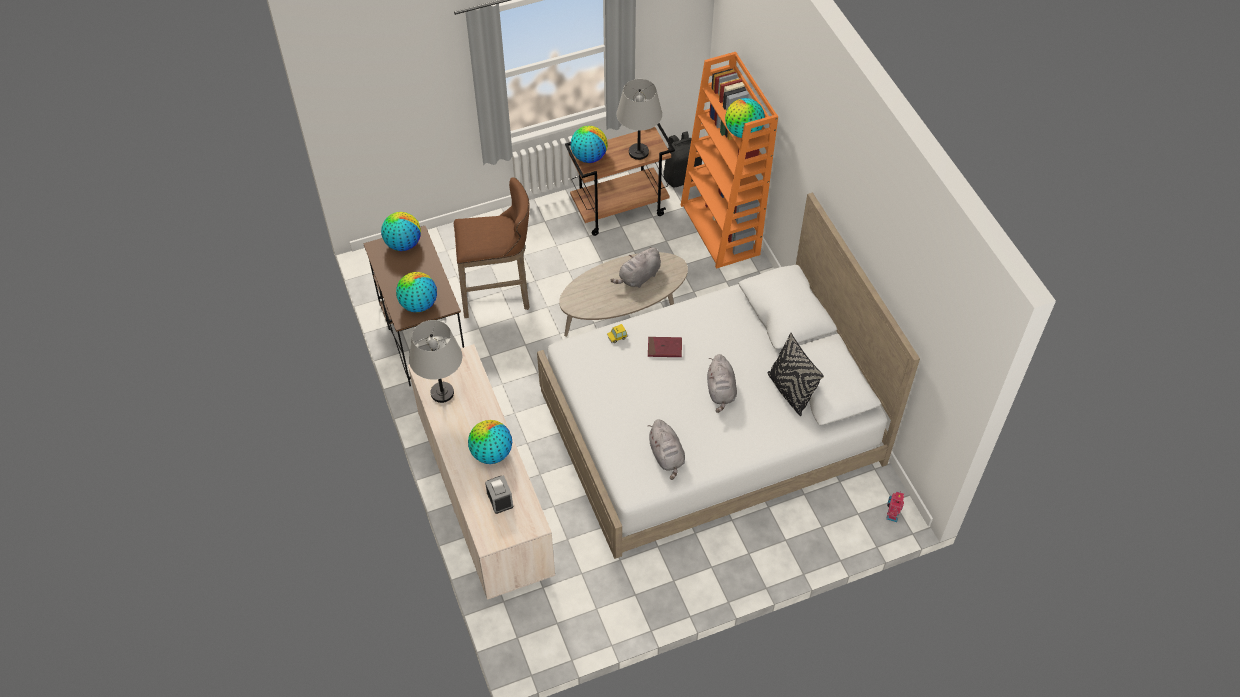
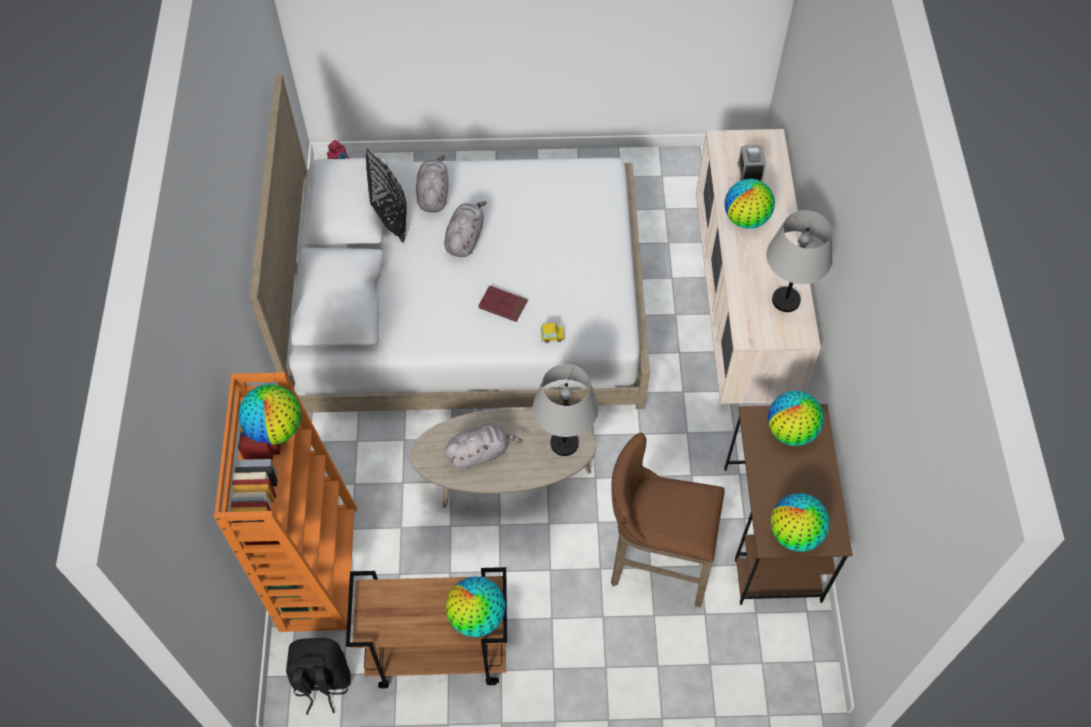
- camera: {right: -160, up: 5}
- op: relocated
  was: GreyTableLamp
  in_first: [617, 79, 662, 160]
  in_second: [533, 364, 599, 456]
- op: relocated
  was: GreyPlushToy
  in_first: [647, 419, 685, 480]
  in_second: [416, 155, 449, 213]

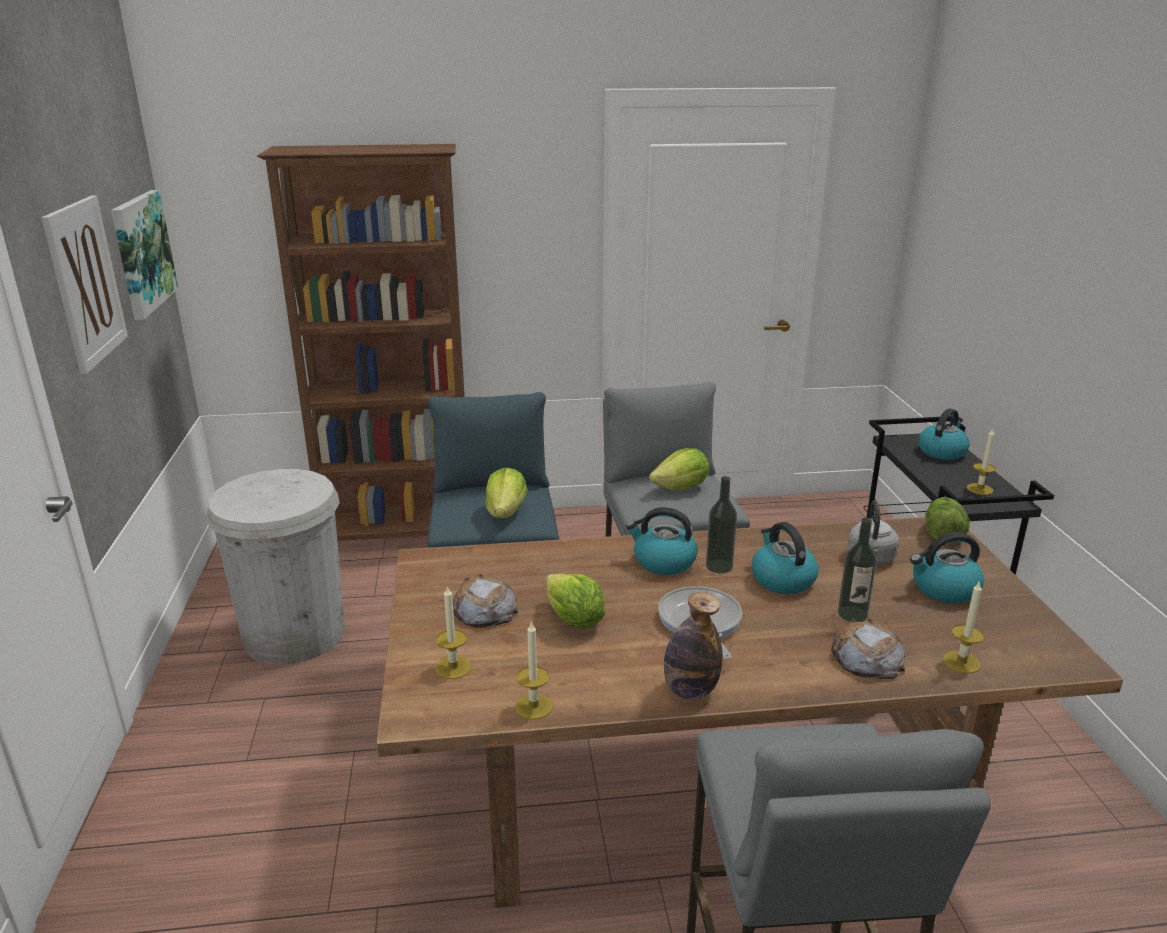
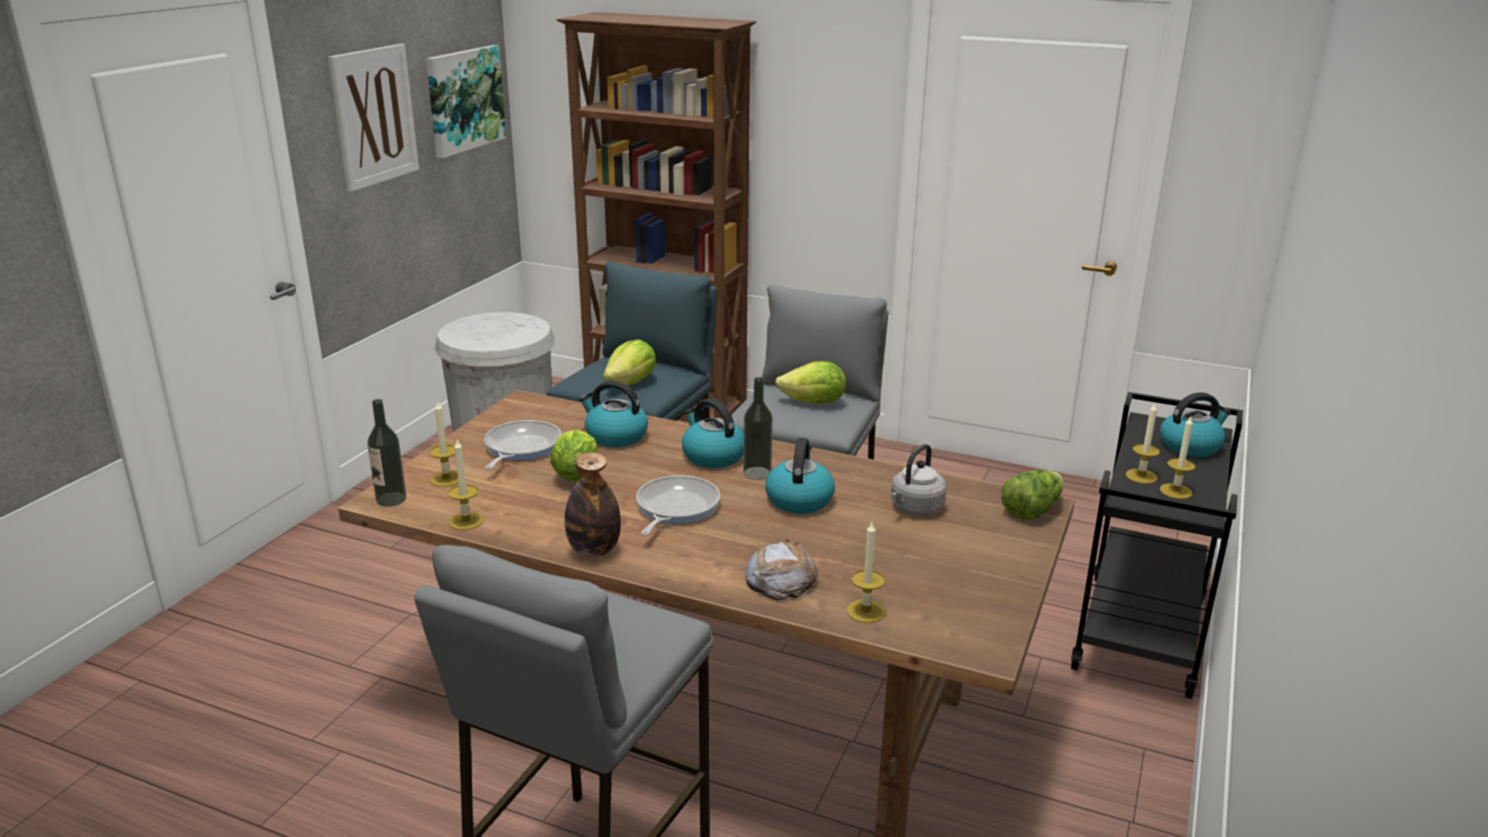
- camera: {right: 30, up: 0}
- op: relocated
  was: Bottle
  in_first: [838, 518, 877, 622]
  in_second: [367, 399, 406, 507]
- op: relocated
  was: Kettle
  in_first: [910, 532, 984, 603]
  in_second: [579, 380, 648, 447]
- op: exchanged
  was: Bread
  now: FryingPan
  in_first: [453, 574, 518, 628]
  in_second: [484, 420, 562, 470]
- op: appeared
  now: Candle
  in_second: [1126, 403, 1160, 484]

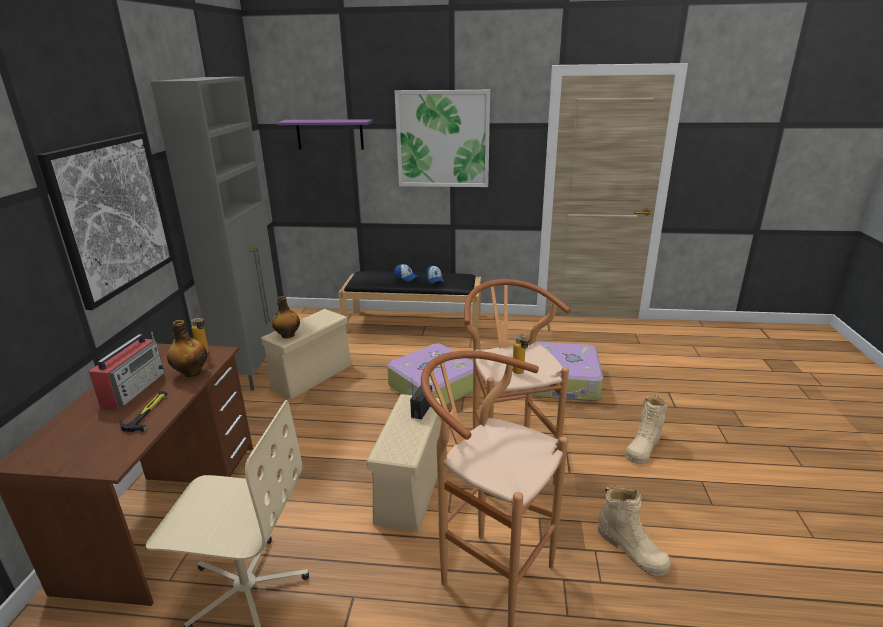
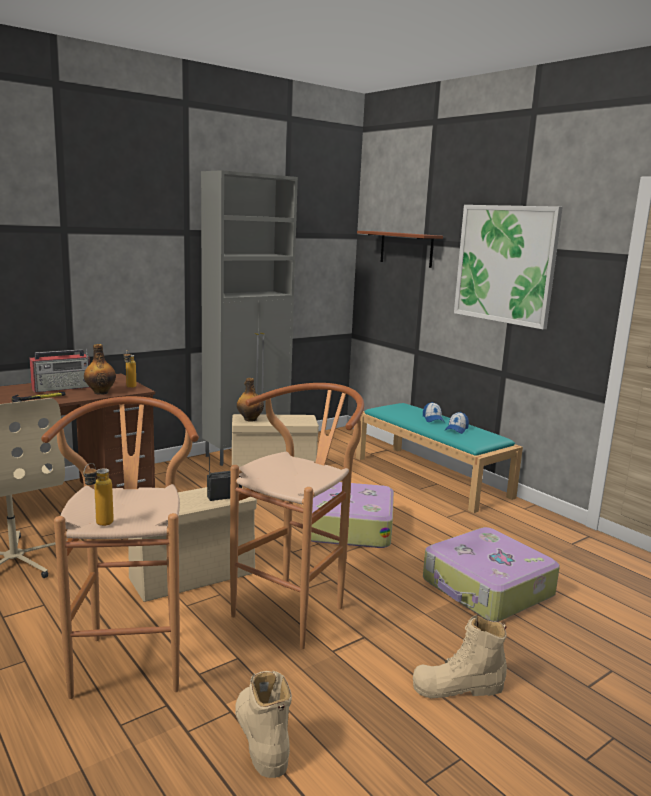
- camera: {right: 45, up: -10}
- op: colour
  was: PurpleShelf
  now: BrownShelf
  in_first: [277, 119, 373, 150]
  in_second: [357, 231, 443, 268]
- op: missing
  was: Picture
  in_first: [37, 133, 174, 310]
- op: colour
  was: BlackBench
  now: TurquoiseBench
  in_first: [338, 271, 481, 333]
  in_second: [356, 403, 523, 513]
- op: relocated
  was: Bottle
  in_first: [512, 333, 529, 374]
  in_second: [83, 463, 114, 526]
- op: spun
  was: BeigeBoot
  in_first: [598, 486, 671, 577]
  in_second: [235, 671, 292, 778]
  clockwise: 150

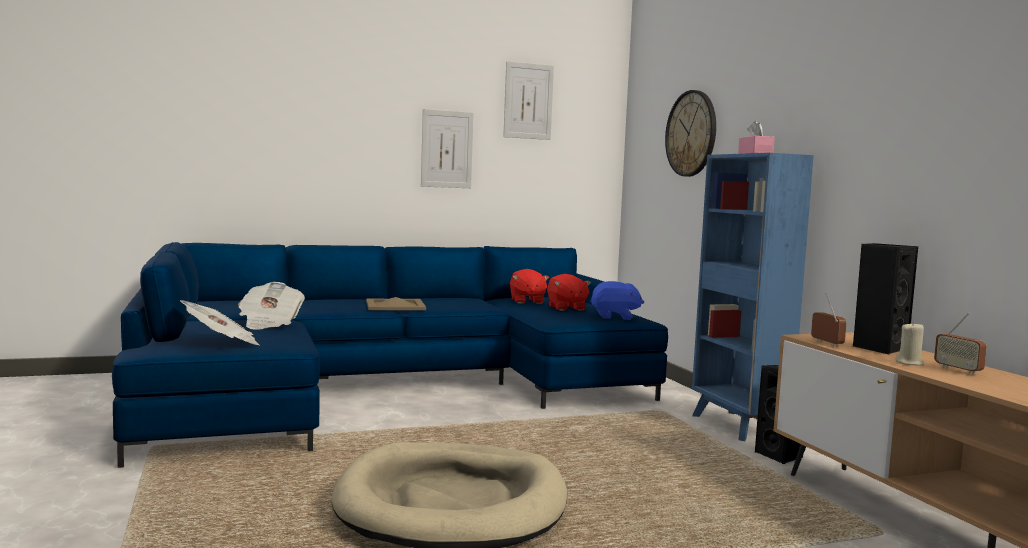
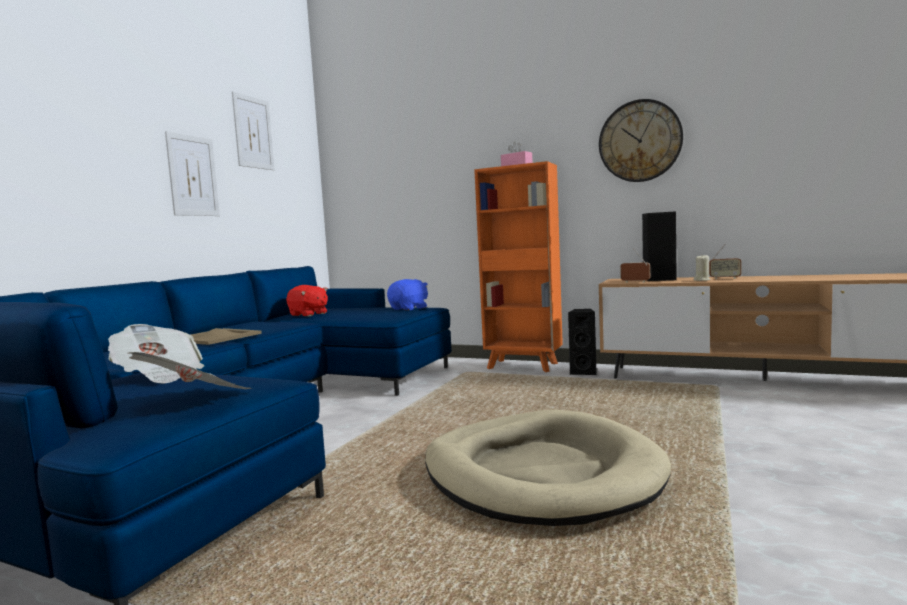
- camera: {right: -45, up: 0}
- op: relocated
  was: WallClock
  in_first: [665, 90, 716, 177]
  in_second: [599, 99, 683, 182]
- op: colour
  was: BlueBookcase
  now: OrangeBookcase
  in_first: [692, 153, 814, 441]
  in_second: [474, 161, 563, 372]
- op: missing
  was: RedPlushToy
  in_first: [547, 274, 591, 311]

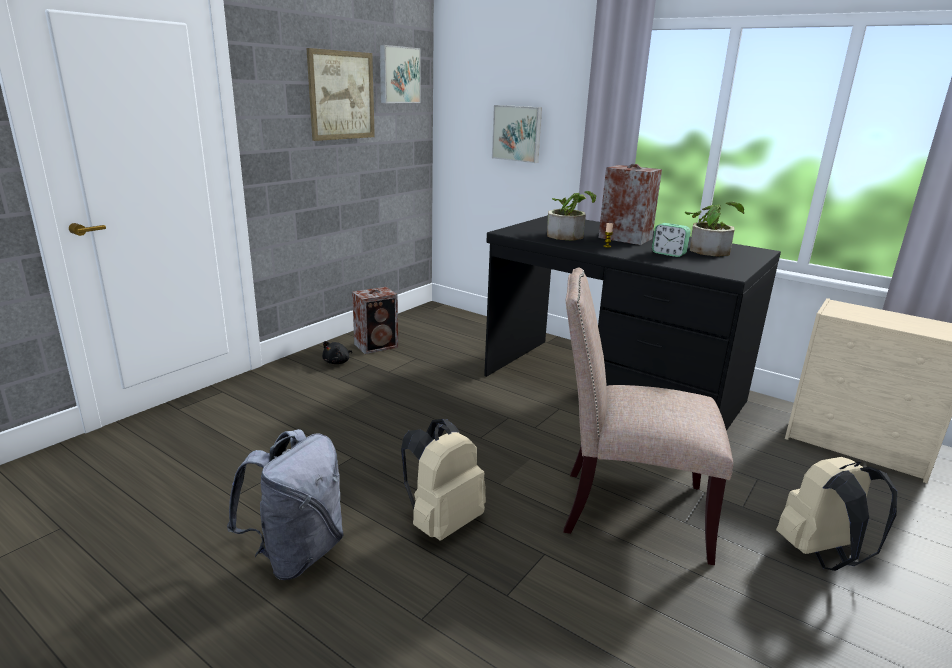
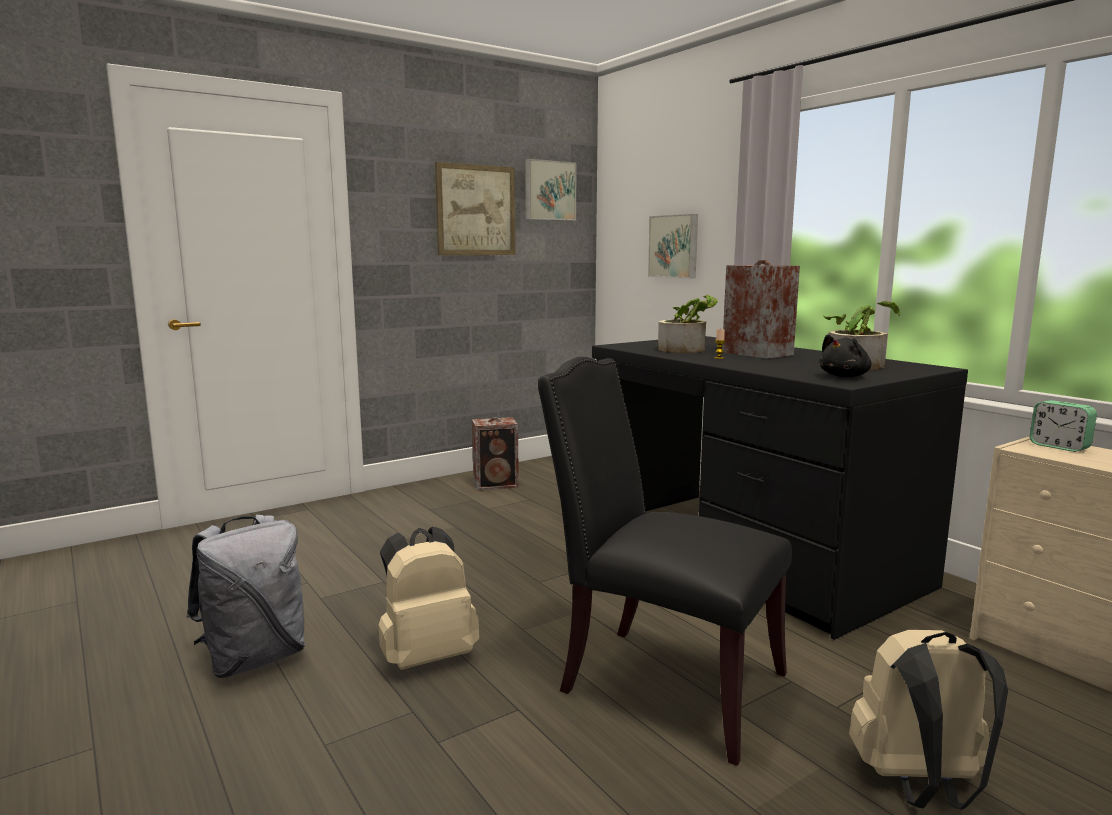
- camera: {right: 20, up: -10}
- op: relocated
  was: AlarmClock
  in_first: [652, 223, 691, 257]
  in_second: [1030, 400, 1097, 452]
- op: colour
  was: BeigeChair
  now: BlackChair
  in_first: [563, 268, 733, 565]
  in_second: [538, 357, 792, 766]
- op: relocated
  was: BlackPlushToy
  in_first: [322, 341, 352, 364]
  in_second: [819, 334, 872, 377]

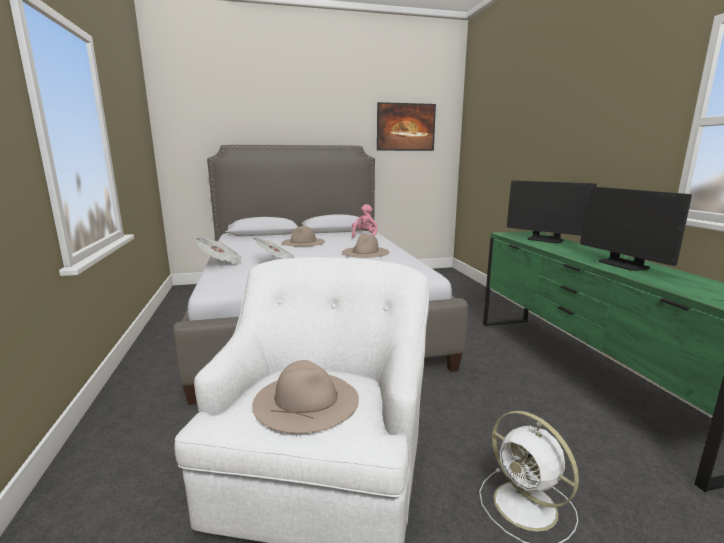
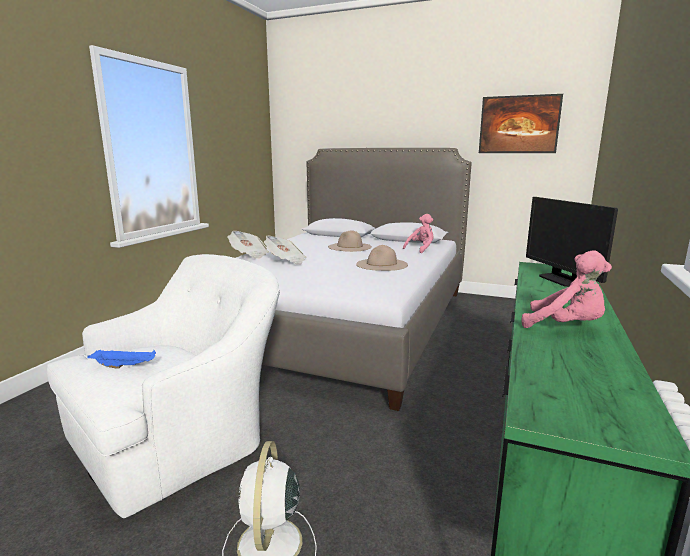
- camera: {right: 35, up: 0}
- op: exchanged
  was: Monitor
  now: PinkPlushToy
  in_first: [580, 186, 692, 271]
  in_second: [522, 250, 612, 328]
- op: exchanged
  was: BeigeHat
  now: BlueTray
  in_first: [252, 360, 359, 433]
  in_second: [87, 349, 156, 369]

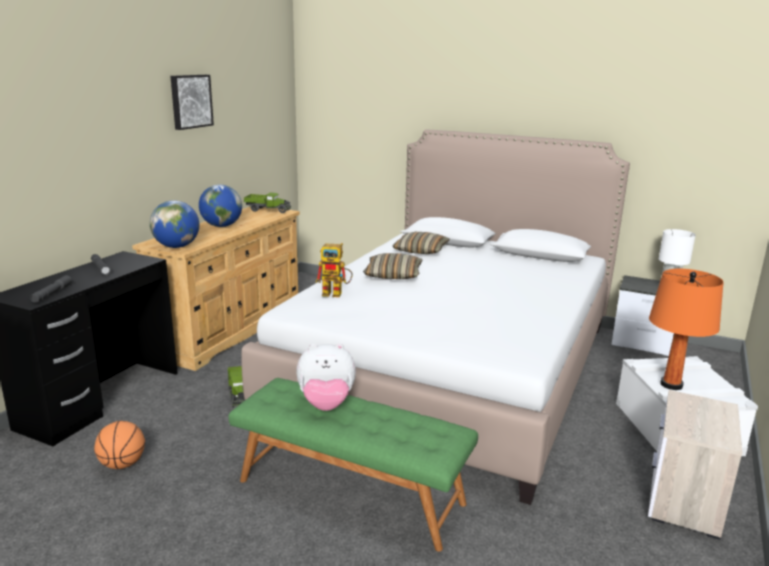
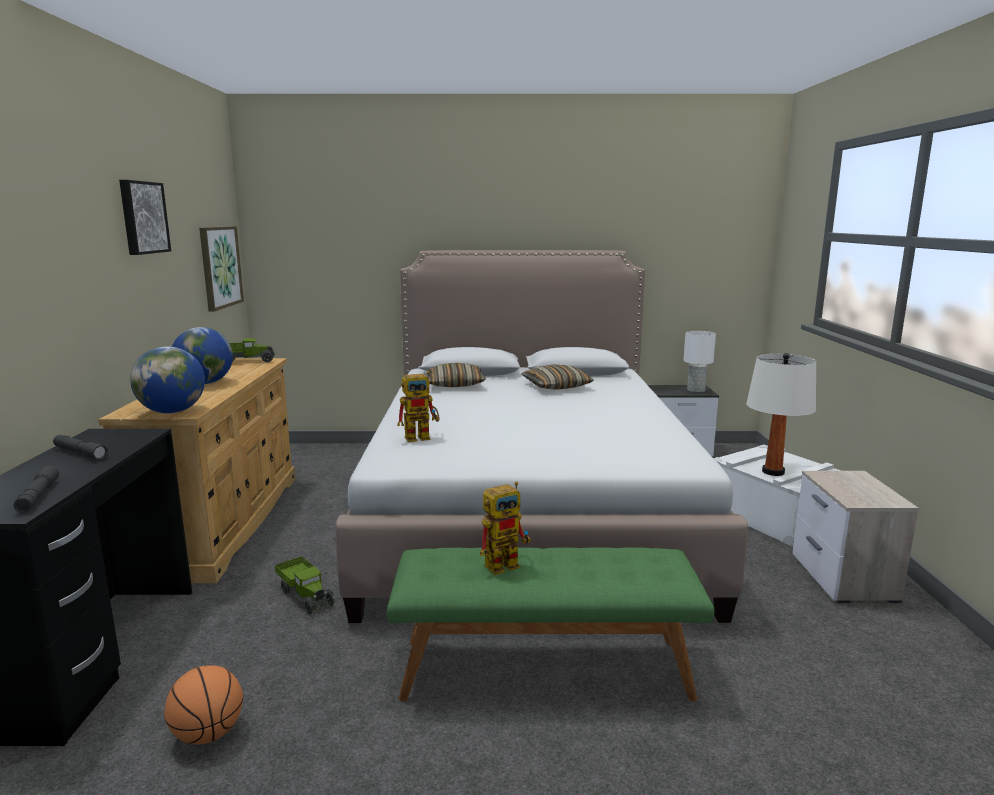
- camera: {right: -25, up: -5}
- op: relocated
  was: Pillow
  in_first: [363, 253, 423, 279]
  in_second: [521, 365, 594, 390]
- op: colour
  was: OrangeTableLamp
  now: WhiteTableLamp
  in_first: [649, 269, 724, 390]
  in_second: [746, 353, 816, 476]
- op: exchanged
  was: PlushToy
  now: ToyRobot
  in_first: [296, 343, 356, 411]
  in_second: [480, 482, 531, 575]
- op: appeared
  now: Picture
  in_second: [199, 226, 244, 311]

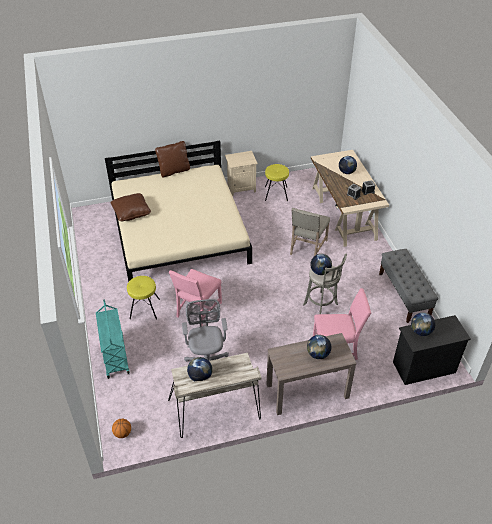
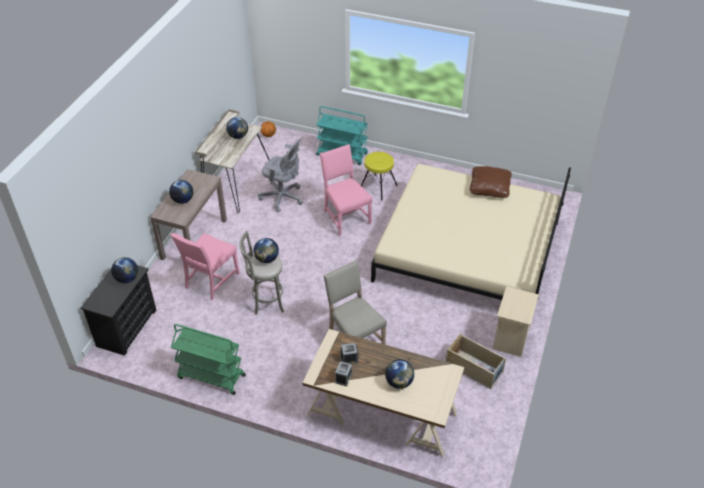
- camera: {right: 125, up: 0}
- op: missing
  was: BrownPillow
  in_first: [155, 141, 190, 178]
- op: exchanged
  was: YellowStool
  now: BeigeStorageBox
  in_first: [265, 164, 289, 201]
  in_second: [446, 333, 506, 389]
- op: exchanged
  was: GreyBench
  now: GreenCart
  in_first: [379, 249, 438, 323]
  in_second: [171, 324, 246, 395]

